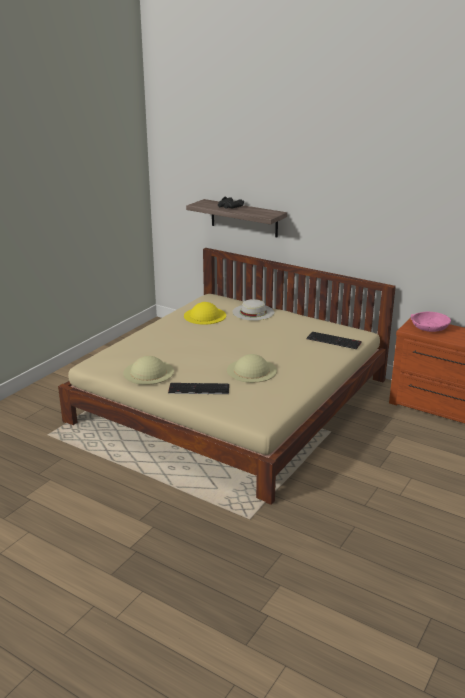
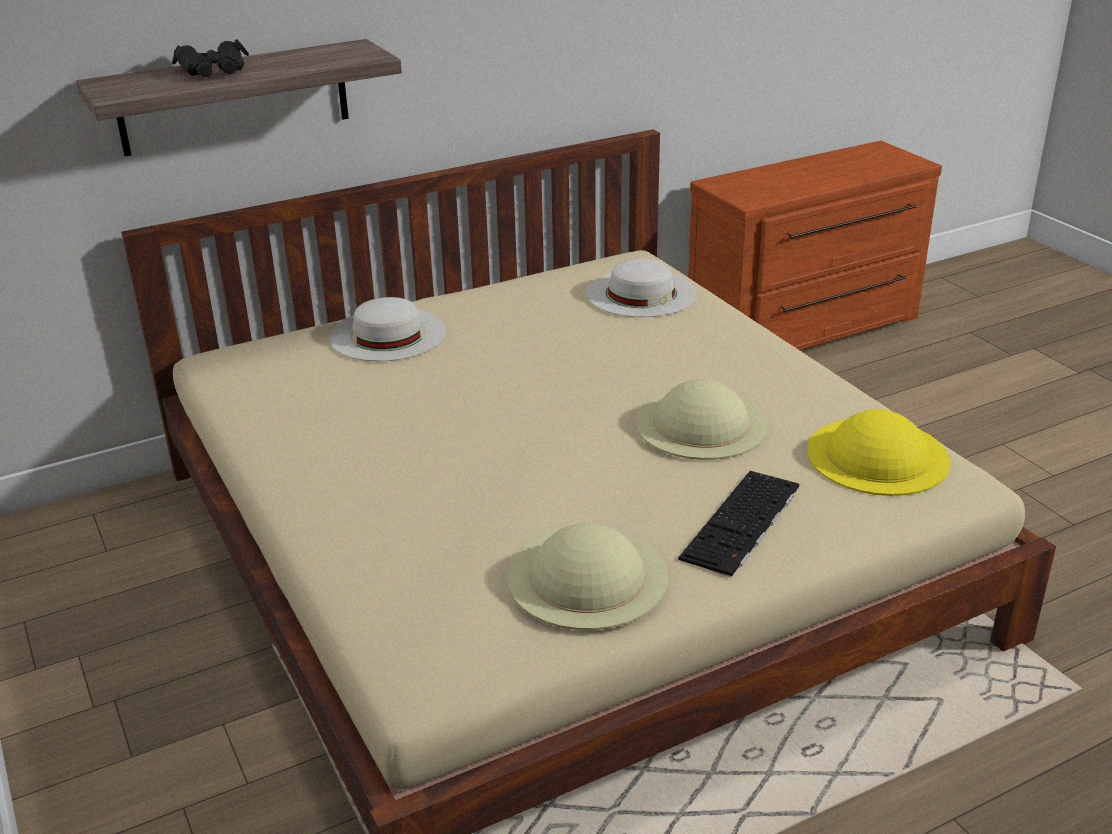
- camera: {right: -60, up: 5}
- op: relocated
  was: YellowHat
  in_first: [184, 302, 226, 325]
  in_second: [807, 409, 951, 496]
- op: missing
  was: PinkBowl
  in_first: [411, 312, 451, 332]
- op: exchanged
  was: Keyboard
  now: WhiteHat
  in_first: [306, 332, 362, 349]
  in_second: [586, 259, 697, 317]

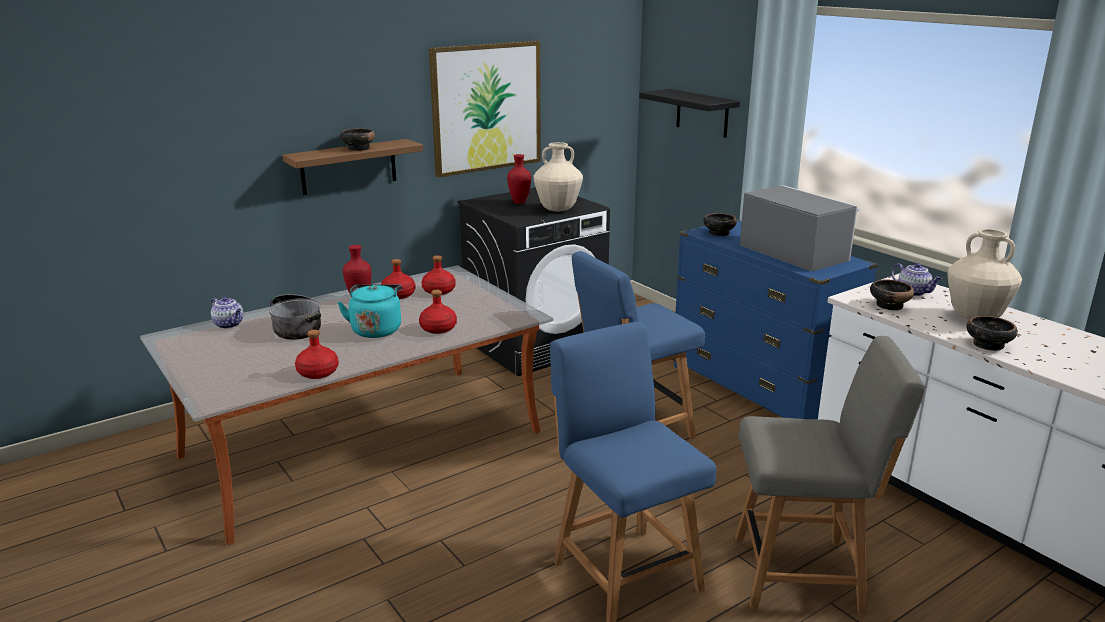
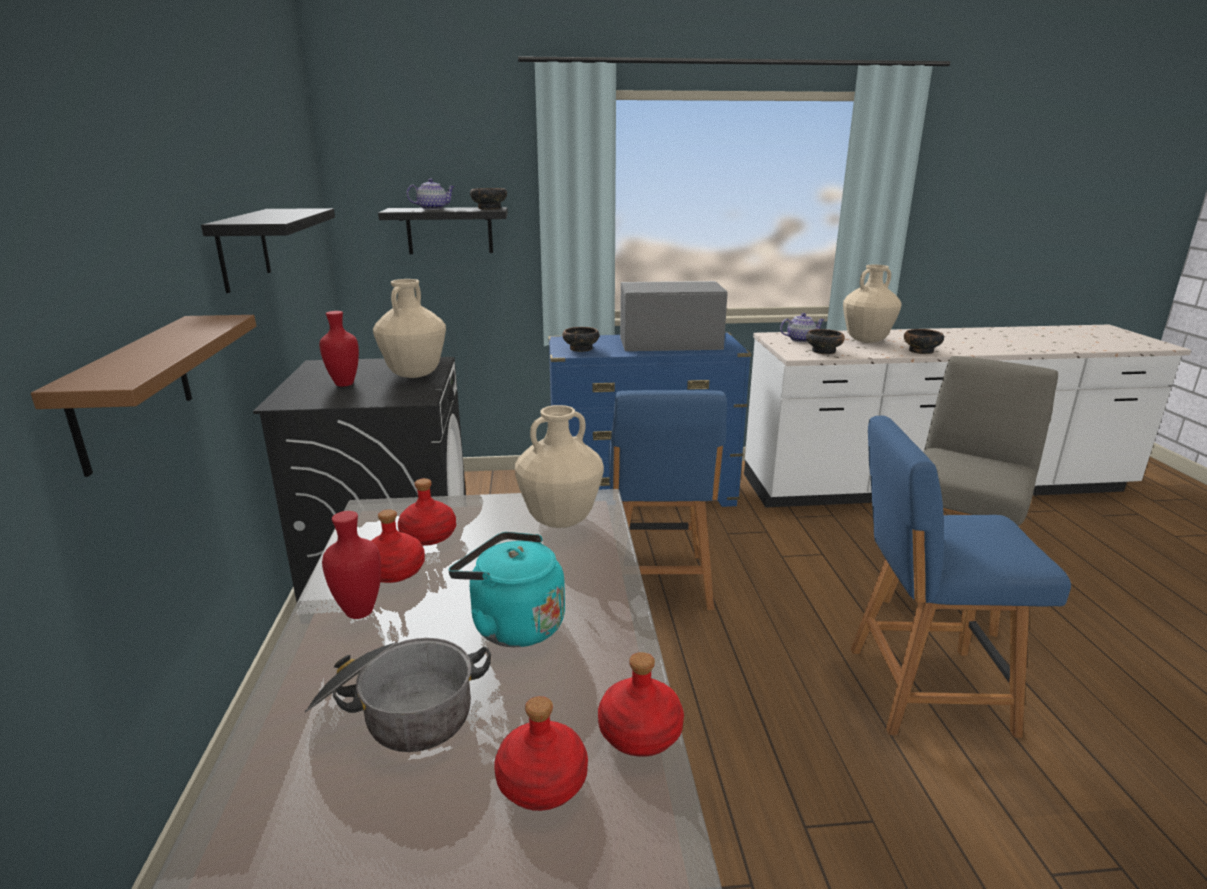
- camera: {right: -60, up: 0}
- op: exchanged
  was: Picture
  now: BlackShelf
  in_first: [429, 41, 541, 178]
  in_second: [201, 208, 335, 293]
- op: relocated
  was: Bowl
  in_first: [340, 129, 375, 151]
  in_second: [470, 188, 507, 209]
- op: relocated
  was: RedBottle
  in_first: [419, 290, 457, 334]
  in_second: [494, 696, 588, 811]
- op: relocated
  was: Teapot
  in_first: [211, 297, 244, 329]
  in_second: [406, 178, 455, 210]
- op: appeared
  now: BeigeVase
  in_second: [515, 405, 604, 528]

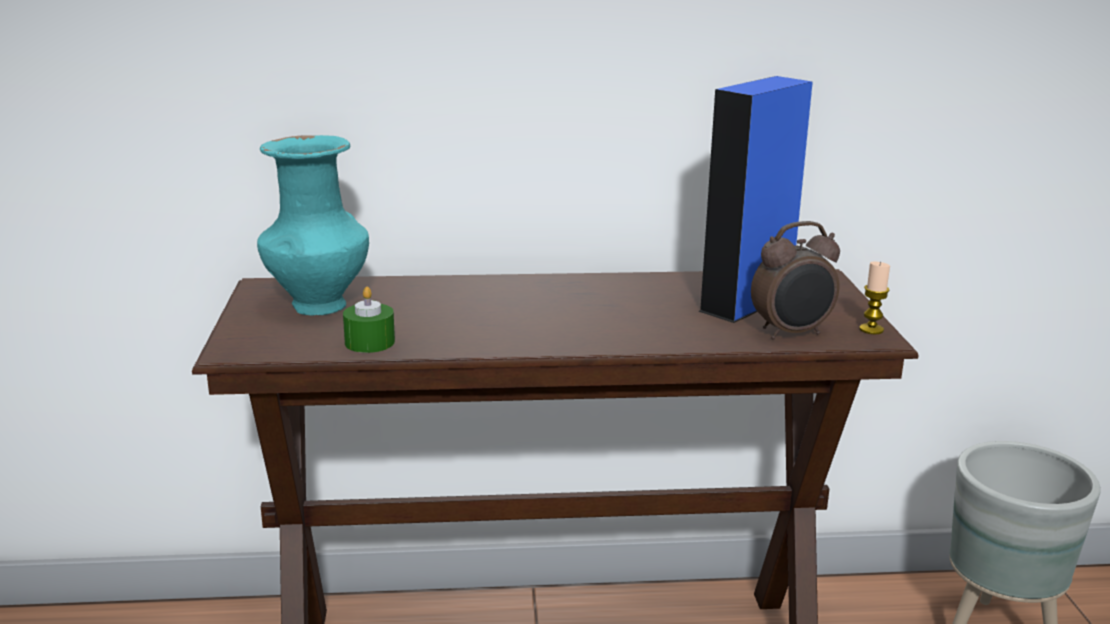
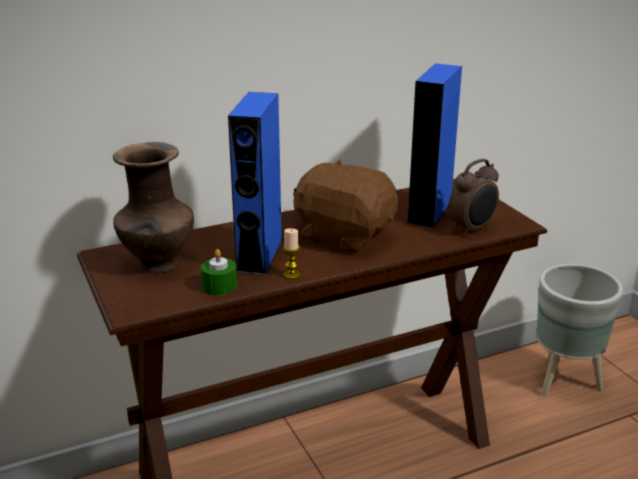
- camera: {right: -20, up: 5}
- op: colour
  was: TurquoiseVase
  now: BrownVase
  in_first: [257, 135, 369, 315]
  in_second: [113, 142, 194, 273]
- op: relocated
  was: Candle
  in_first: [859, 262, 890, 334]
  in_second: [283, 228, 300, 279]
- op: appeared
  now: BlueSpeaker
  in_second: [228, 92, 282, 275]
- op: appeared
  now: BrownPlushToy
  in_second: [293, 159, 398, 254]

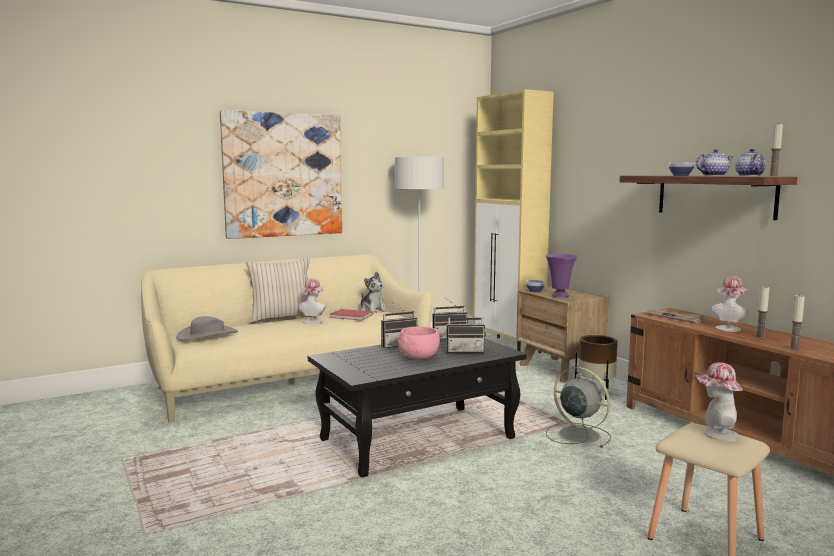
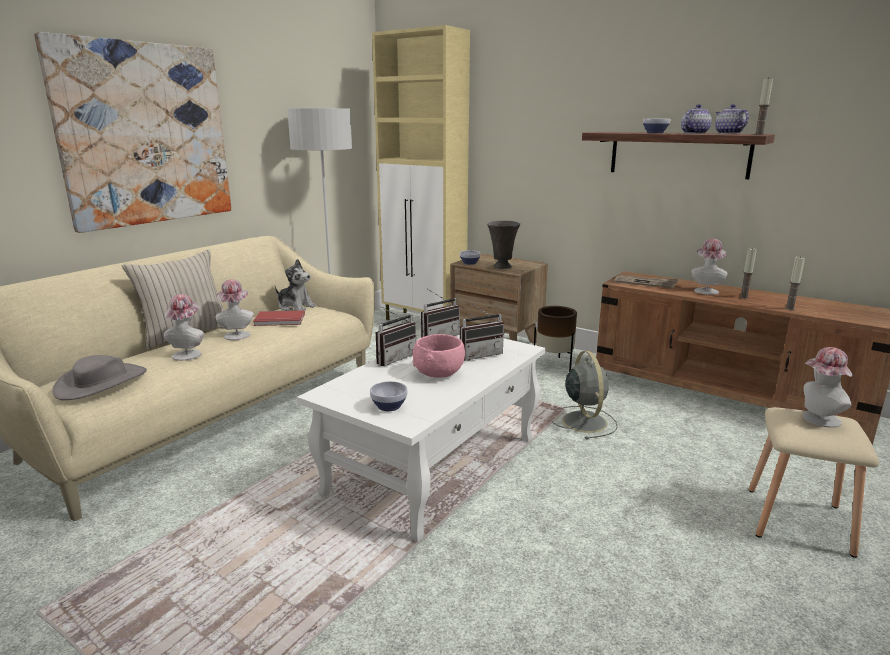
- camera: {right: -25, up: 10}
- op: colour
  was: PurpleVase
  now: GreyVase
  in_first: [546, 254, 577, 297]
  in_second: [487, 220, 520, 269]
- op: colour
  was: BlackCoffeeTable
  now: WhiteCoffeeTable
  in_first: [308, 339, 527, 478]
  in_second: [297, 328, 545, 542]
- op: spun
  was: GreyFan
  in_first: [546, 367, 611, 448]
  in_second: [552, 351, 618, 440]
  clockwise: 60
- op: appeared
  now: Hat
  in_second: [164, 294, 204, 361]
- op: appeared
  now: Bowl
  in_second: [370, 381, 408, 411]

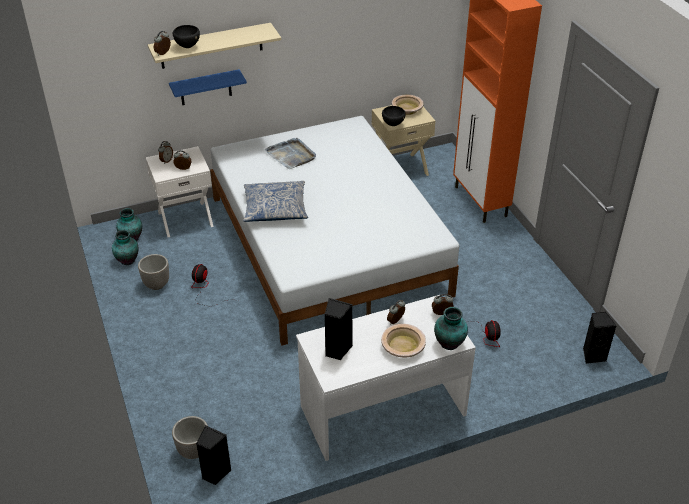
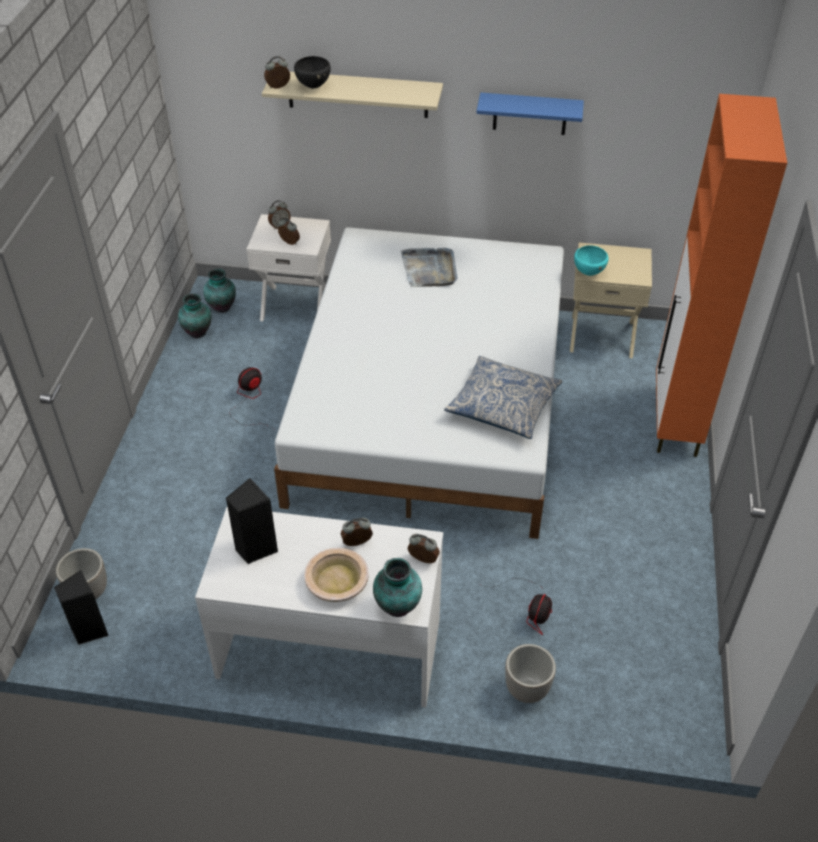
- camera: {right: 30, up: 5}
- op: relocated
  was: BlueShelf
  in_first: [169, 69, 247, 105]
  in_second: [476, 93, 584, 135]
- op: missing
  was: BeigeBowl
  in_first: [392, 95, 424, 115]
- op: colour
  was: BlackBowl
  now: TurquoiseBowl
  in_first: [382, 106, 406, 126]
  in_second: [574, 245, 609, 276]
- op: relocated
  was: Pillow
  in_first: [243, 181, 308, 222]
  in_second: [444, 356, 562, 439]
- op: relocated
  was: Planter
  in_first: [138, 254, 169, 290]
  in_second: [505, 644, 556, 703]
- op: missing
  was: BlackSpeaker
  in_first: [583, 312, 617, 364]

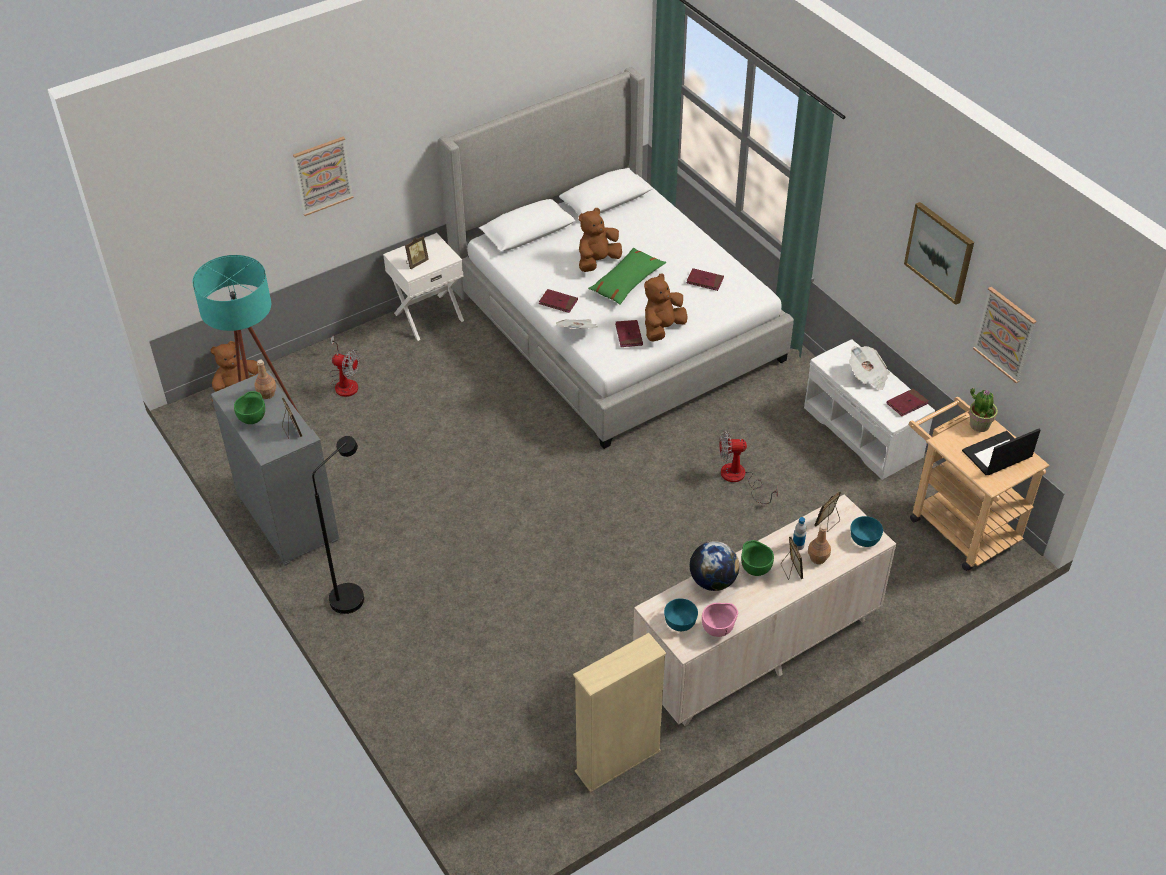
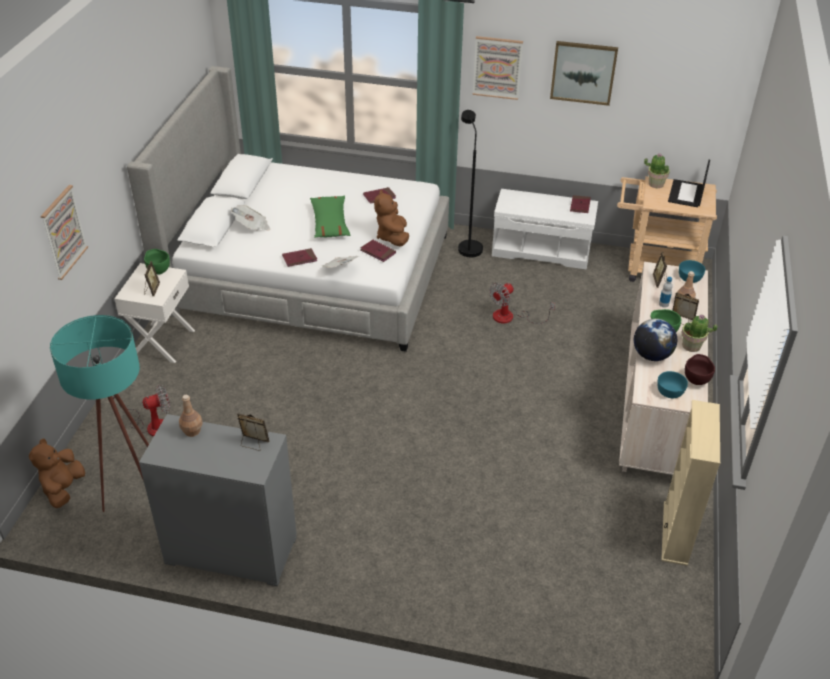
- camera: {right: -45, up: -5}
- op: missing
  was: BrownPlushToy
  in_first: [579, 208, 622, 272]
- op: relocated
  was: Picture
  in_first: [973, 287, 1036, 383]
  in_second: [473, 36, 523, 100]
- op: relocated
  was: Newspaper
  in_first: [849, 346, 890, 390]
  in_second: [231, 205, 271, 231]
- op: relocated
  was: GreenBowl
  in_first: [234, 391, 265, 424]
  in_second: [144, 249, 170, 275]
- op: relocated
  was: BlackFloorLamp
  in_first: [312, 436, 364, 614]
  in_second: [458, 110, 483, 257]
- op: colour
  was: PinkBowl
  now: BrownBowl
  in_first: [702, 603, 738, 637]
  in_second: [685, 354, 715, 385]
- op: appeared
  now: PottedPlant
  in_second: [682, 314, 717, 352]

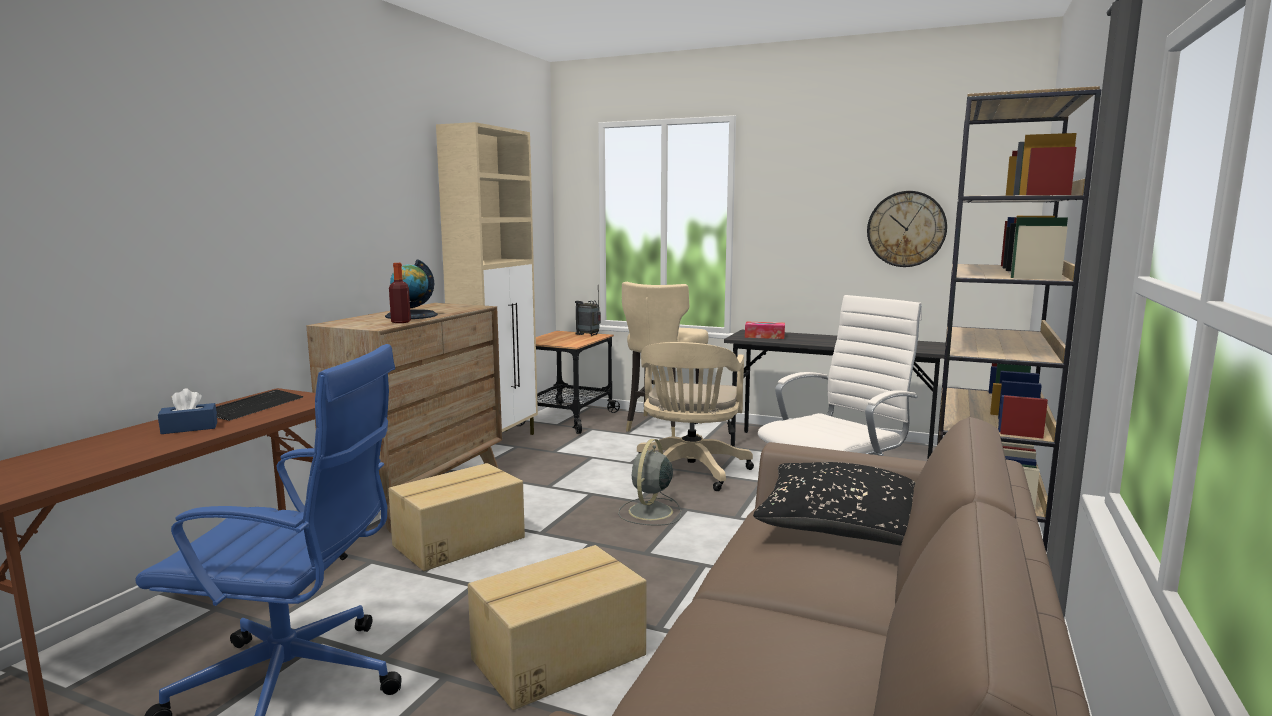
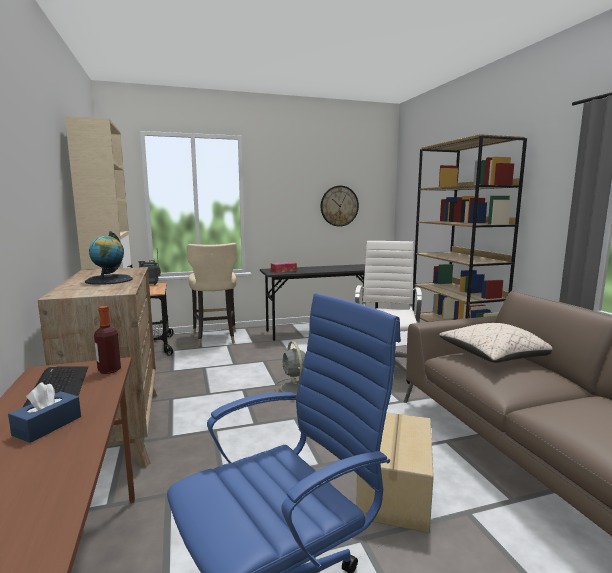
- camera: {right: -40, up: 0}
- op: relocated
  was: Bottle
  in_first: [389, 263, 411, 323]
  in_second: [94, 306, 121, 374]
- op: missing
  was: BeigeOfficeChair
  in_first: [637, 342, 754, 491]
- op: colour
  was: BlackPillow
  now: BeigePillow
  in_first: [753, 462, 916, 545]
  in_second: [439, 323, 552, 363]
- op: missing
  was: CardboardBox
  in_first: [388, 463, 525, 571]

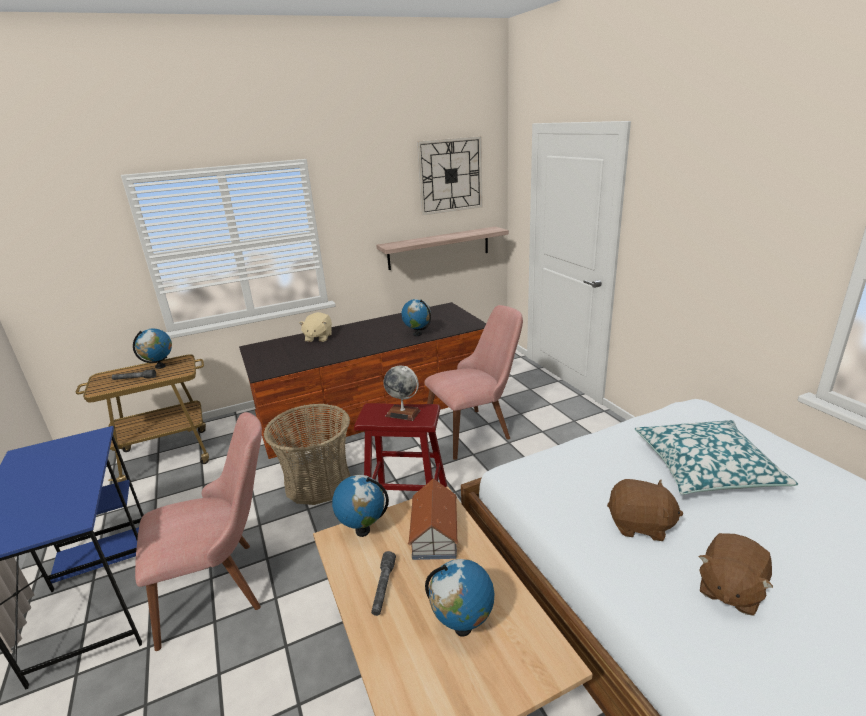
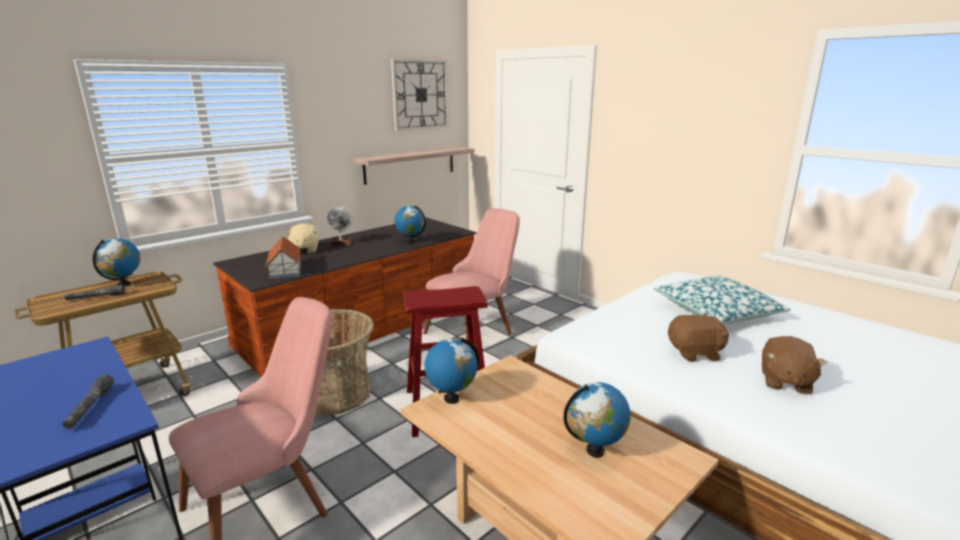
- camera: {right: -20, up: -5}
- op: relocated
  was: Globe
  in_first: [384, 366, 421, 421]
  in_second: [327, 206, 353, 245]
- op: relocated
  was: ToyHouse
  in_first: [408, 478, 459, 560]
  in_second: [266, 237, 301, 279]
- op: relocated
  was: GreyFlashlight
  in_first: [371, 551, 396, 616]
  in_second: [62, 374, 114, 429]

